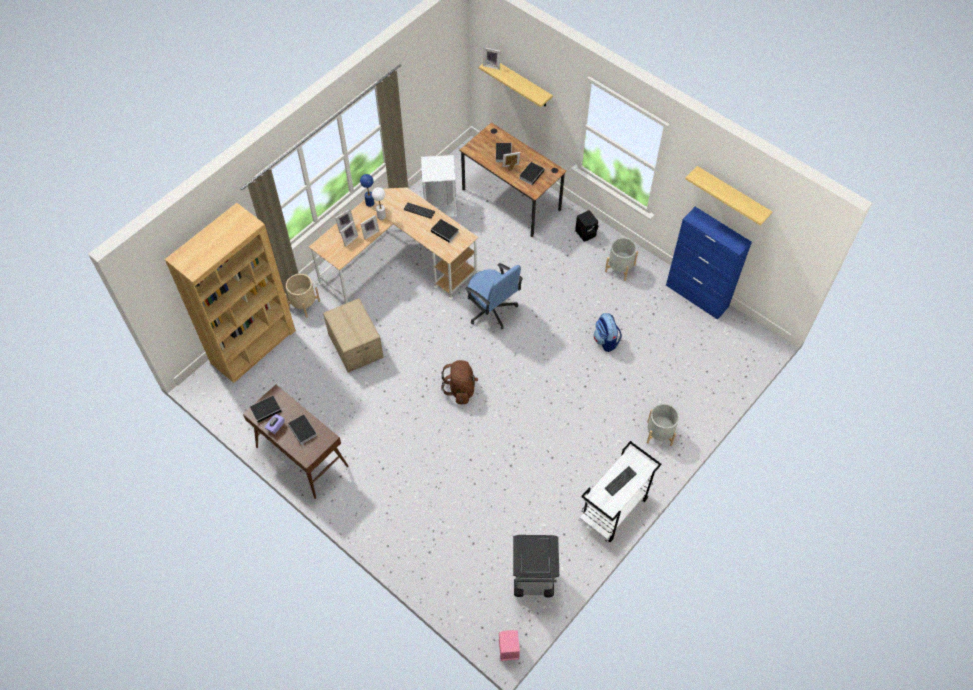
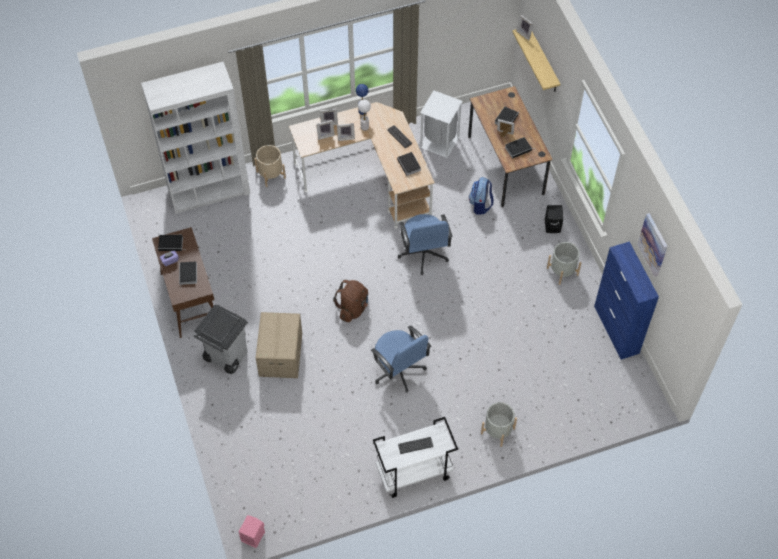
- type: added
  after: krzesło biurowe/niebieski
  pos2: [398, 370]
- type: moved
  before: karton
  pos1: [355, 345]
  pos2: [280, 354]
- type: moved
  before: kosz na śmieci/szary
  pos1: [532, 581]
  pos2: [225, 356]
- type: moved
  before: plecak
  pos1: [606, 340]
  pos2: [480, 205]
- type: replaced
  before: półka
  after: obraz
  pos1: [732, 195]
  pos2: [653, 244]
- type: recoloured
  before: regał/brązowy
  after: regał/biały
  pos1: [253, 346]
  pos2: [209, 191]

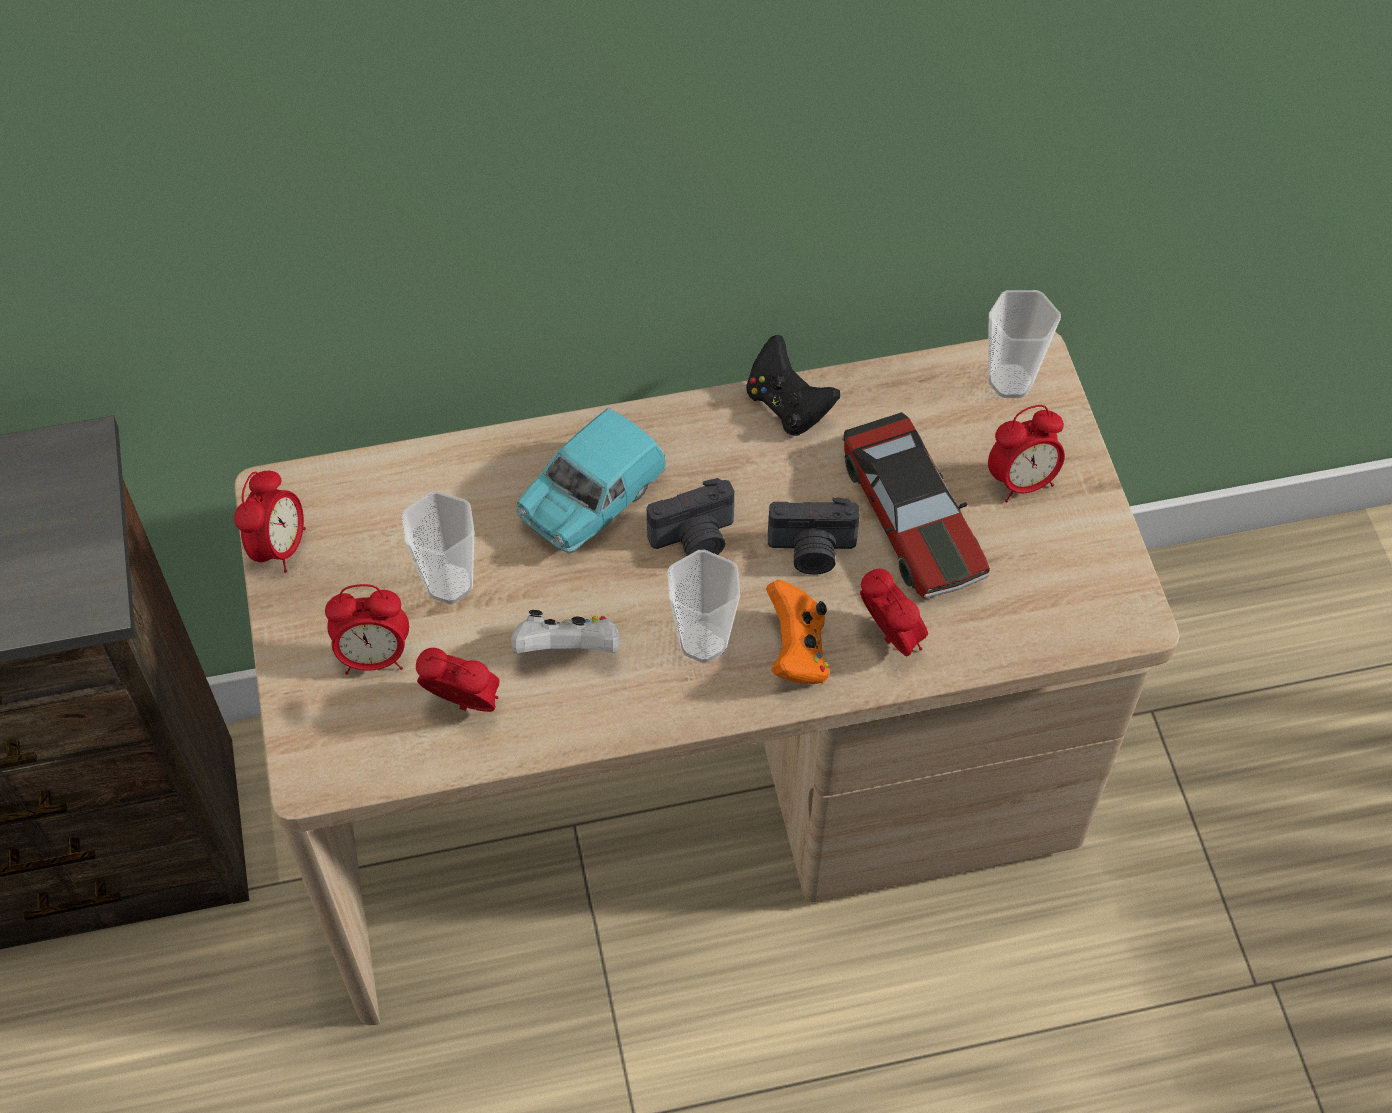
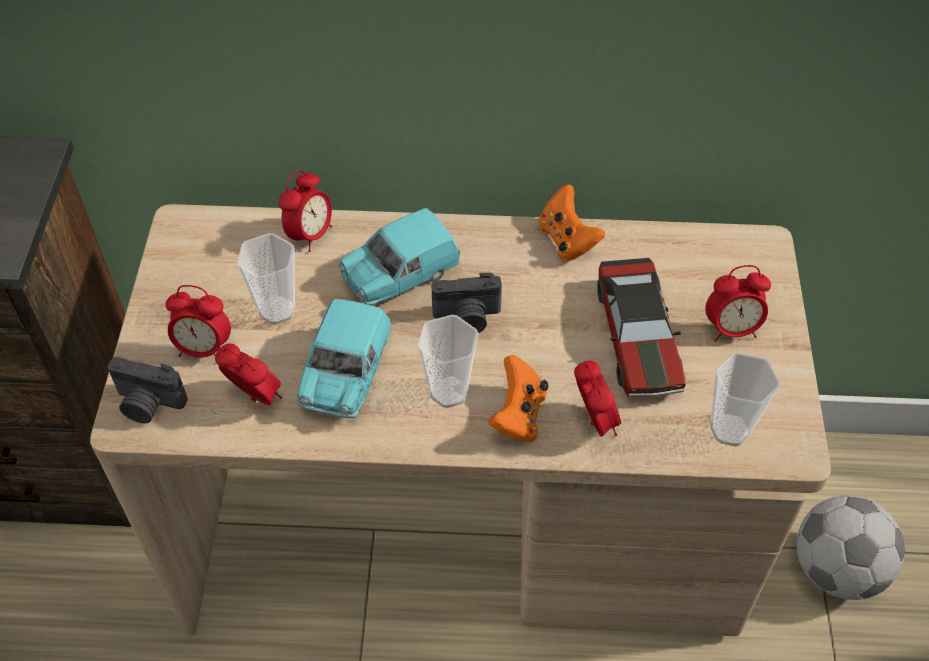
- type: added
  after: piłka futbolowa
  pos2: [836, 570]
- type: moved
  before: budzik
  pos1: [279, 547]
  pos2: [310, 235]
- type: moved
  before: aparat fotograficzny
  pos1: [812, 551]
  pos2: [148, 404]
- type: moved
  before: filiżanka
  pos1: [1010, 381]
  pos2: [729, 430]
- type: replaced
  before: pad do gier/biały
  after: samochodzik/turkusowy
  pos1: [568, 650]
  pos2: [346, 375]
- type: recoloured
  before: pad do gier/czarny
  after: pad do gier/pomarańczowy
  pos1: [788, 405]
  pos2: [567, 240]

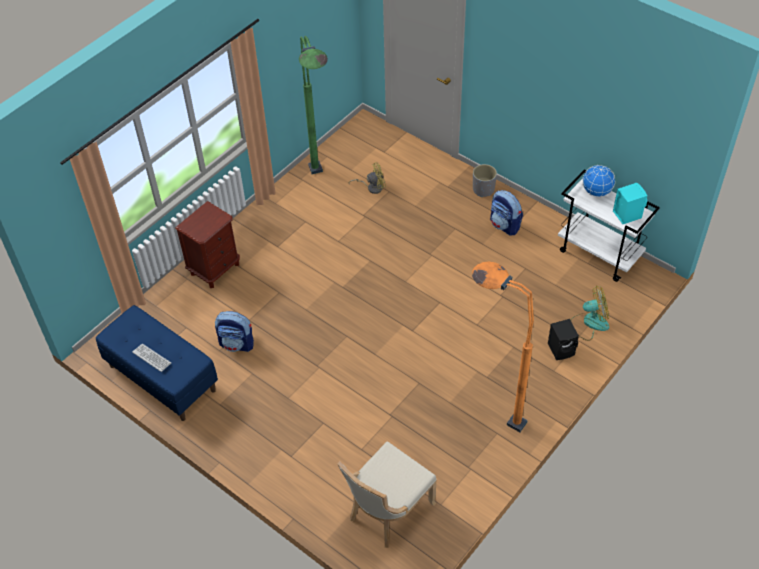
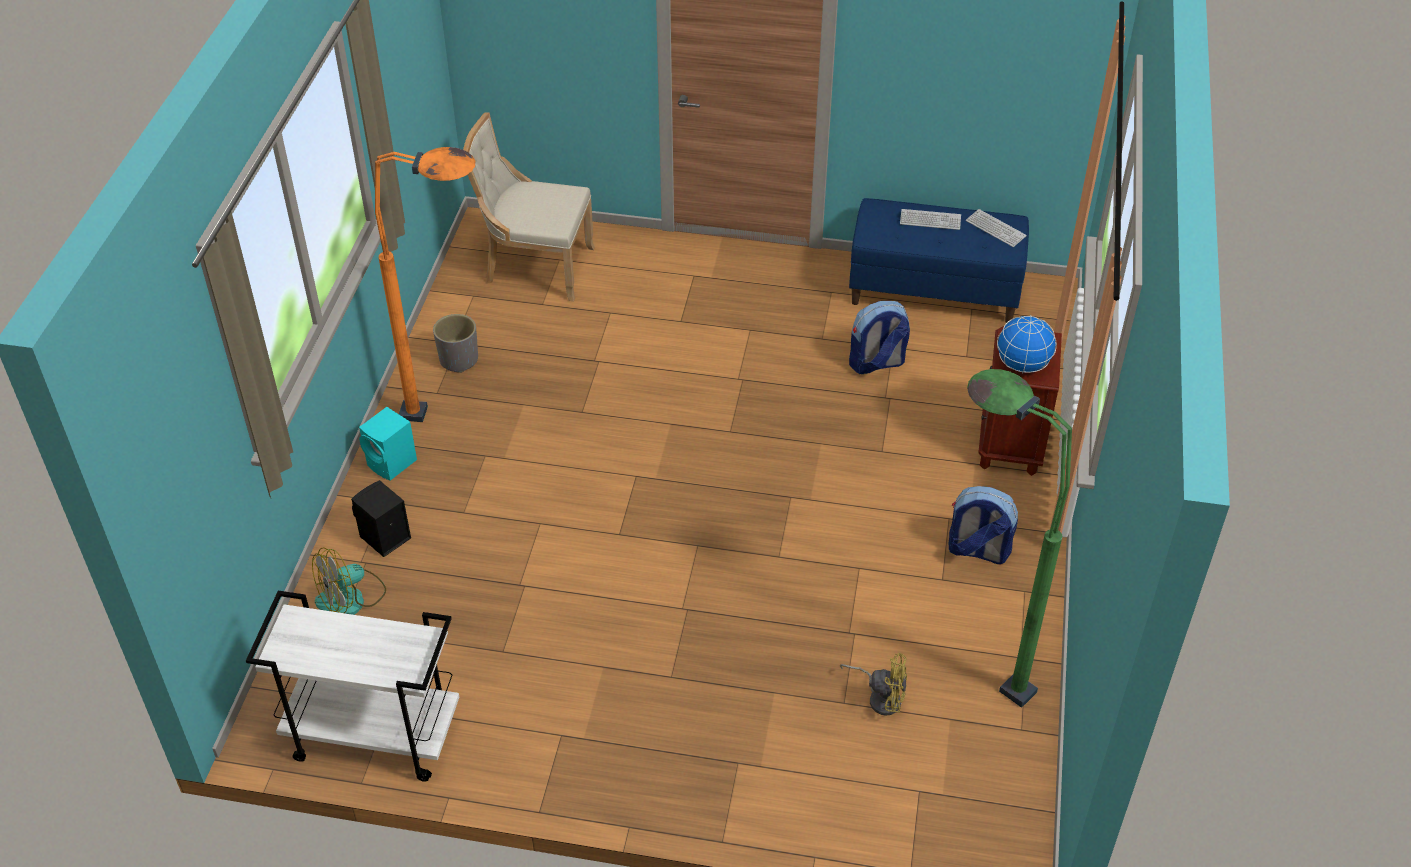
- type: added
  after: klawiatura
  pos2: [995, 229]
- type: moved
  before: donica/szary
  pos1: [483, 190]
  pos2: [459, 359]
- type: moved
  before: plecak
  pos1: [505, 225]
  pos2: [977, 551]
- type: moved
  before: globus
  pos1: [596, 192]
  pos2: [1022, 365]
- type: moved
  before: głośnik/turkusowy
  pos1: [627, 214]
  pos2: [392, 464]
- type: turned
  before: krzesło/beżowy
  pos1: [387, 512]
  pos2: [535, 267]
  turn: -90
- type: turned
  before: wentylator/żółty
  pos1: [372, 187]
  pos2: [881, 697]
  turn: -120

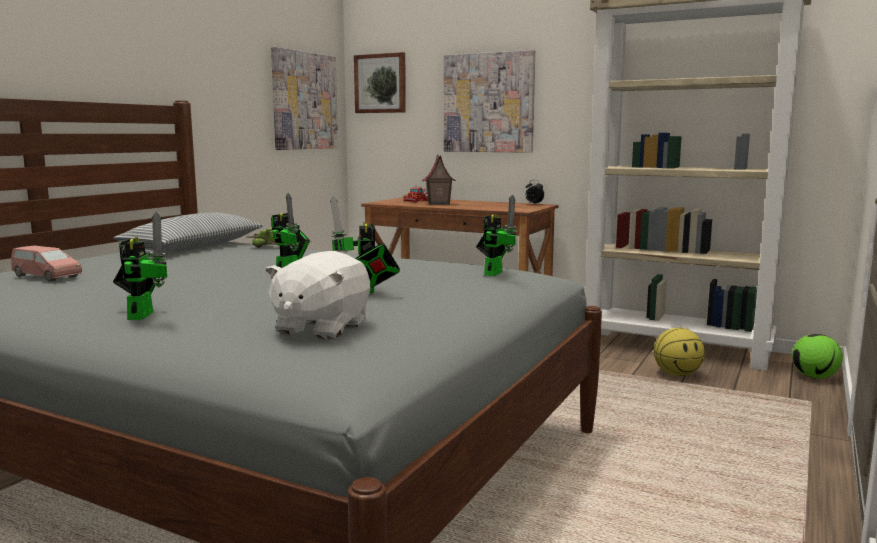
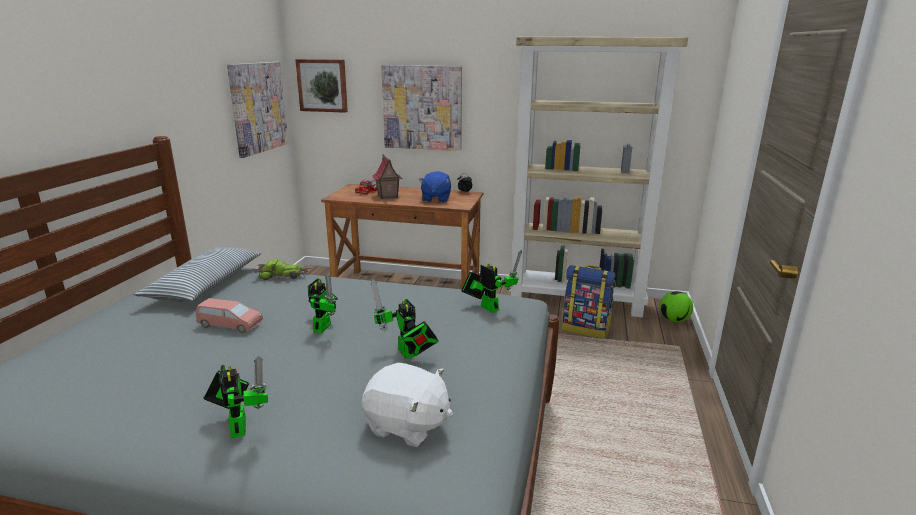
- type: added
  after: pluszak/niebieski
  pos2: [435, 199]
- type: moved
  before: samochodzik/różowy
  pos1: [46, 276]
  pos2: [230, 325]
- type: replaced
  before: piłka do koszykówki
  after: plecak
  pos1: [677, 374]
  pos2: [586, 329]
- type: turned
  before: pluszak/biały
  pos1: [321, 328]
  pos2: [407, 426]
  turn: -75
- type: turned
  before: robot zabawkowy
  pos1: [494, 273]
  pos2: [487, 307]
  turn: -45

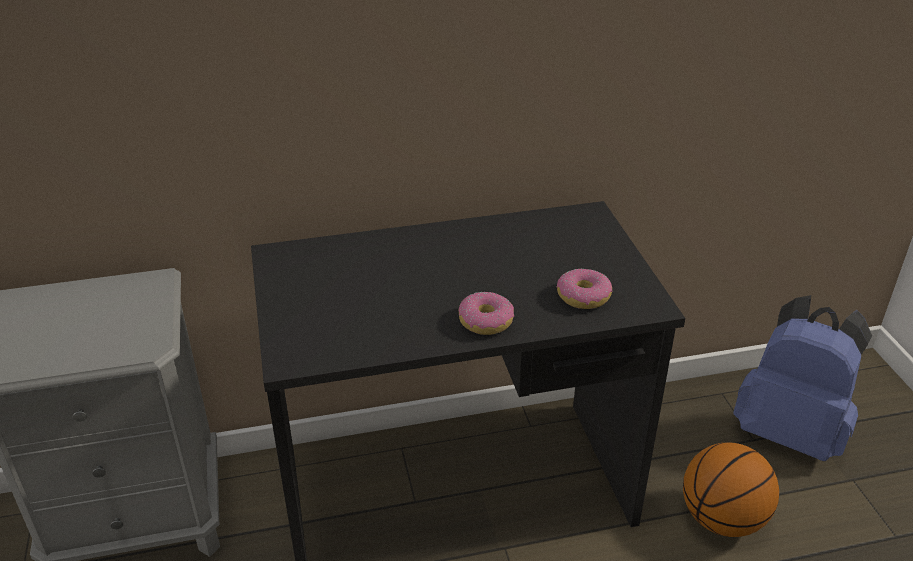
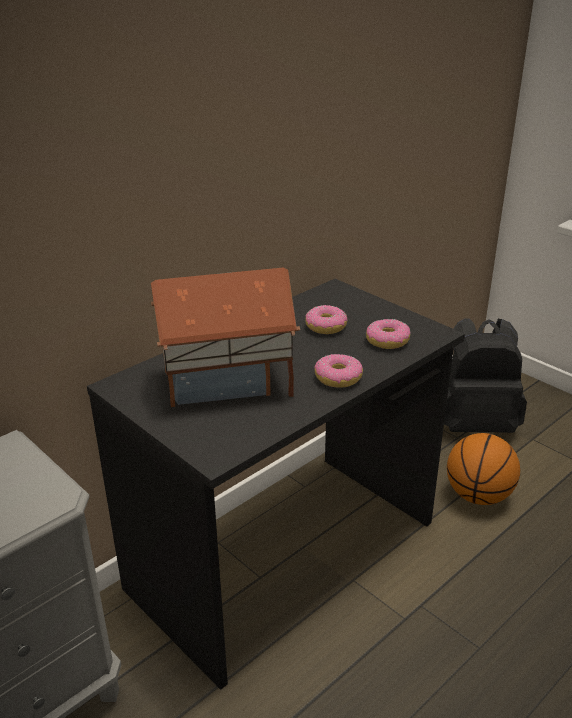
- type: added
  after: domek
  pos2: [227, 384]
- type: added
  after: donut
  pos2: [326, 326]
- type: recoloured
  before: plecak/niebieski
  after: plecak/czarny
  pos1: [790, 432]
  pos2: [475, 424]

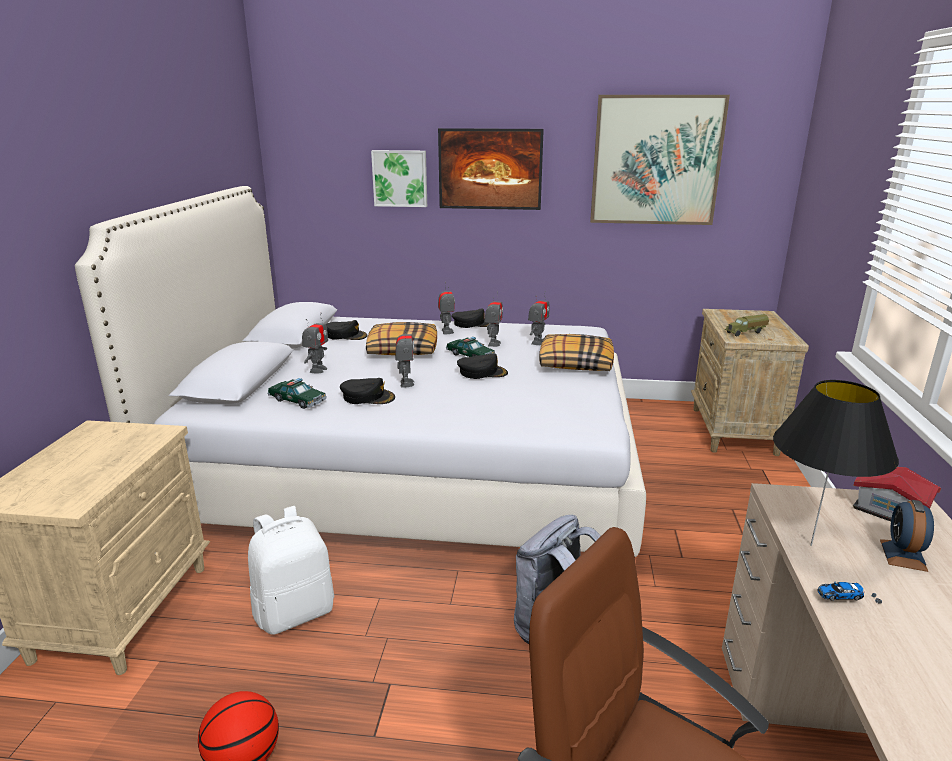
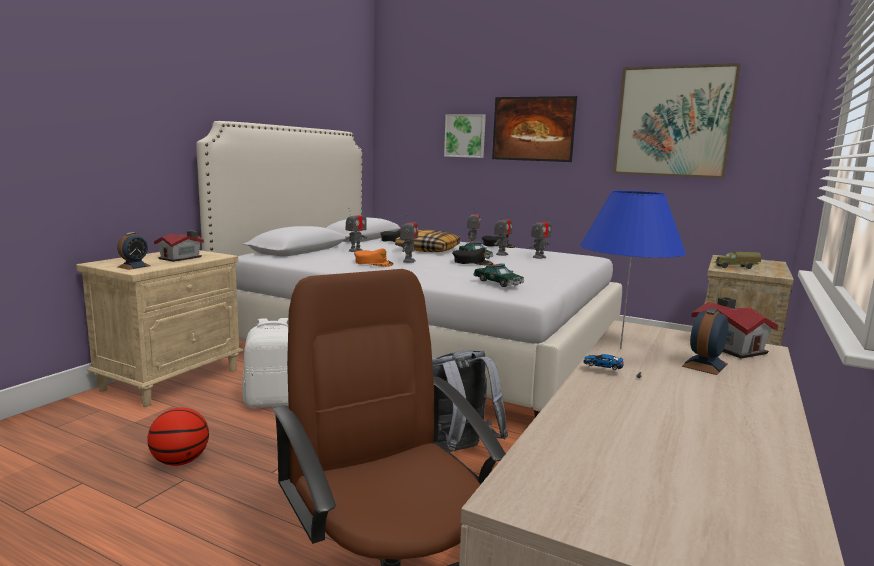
- type: removed
  before: poduszka
  pos1: [575, 363]
- type: added
  after: budzik
  pos2: [134, 266]
- type: added
  after: domek
  pos2: [182, 258]
- type: moved
  before: samochodzik
  pos1: [297, 401]
  pos2: [498, 282]
- type: recoloured
  before: czapka z daszkiem/czarny
  after: czapka z daszkiem/pomarańczowy
  pos1: [368, 397]
  pos2: [373, 263]
- type: recoloured
  before: lampa stołowa/czarny
  after: lampa stołowa/niebieski
  pos1: [810, 545]
  pos2: [620, 348]

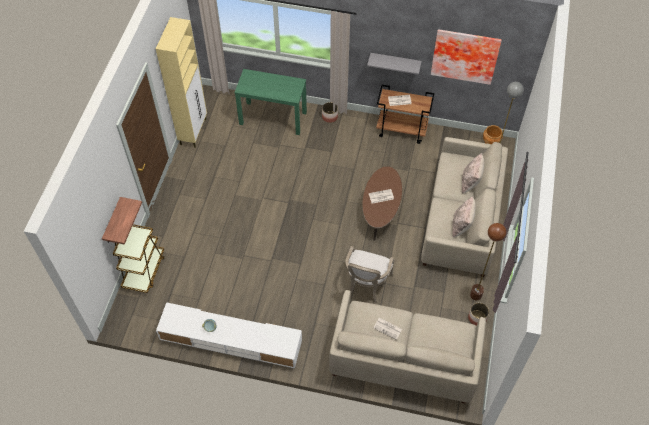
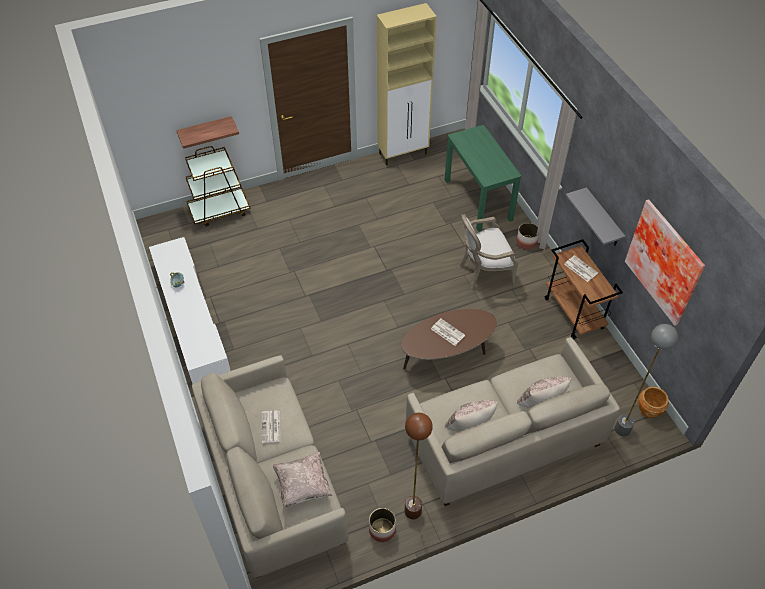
- type: added
  after: poduszka/beżowy
  pos2: [303, 486]
- type: moved
  before: fotel
  pos1: [366, 285]
  pos2: [483, 272]

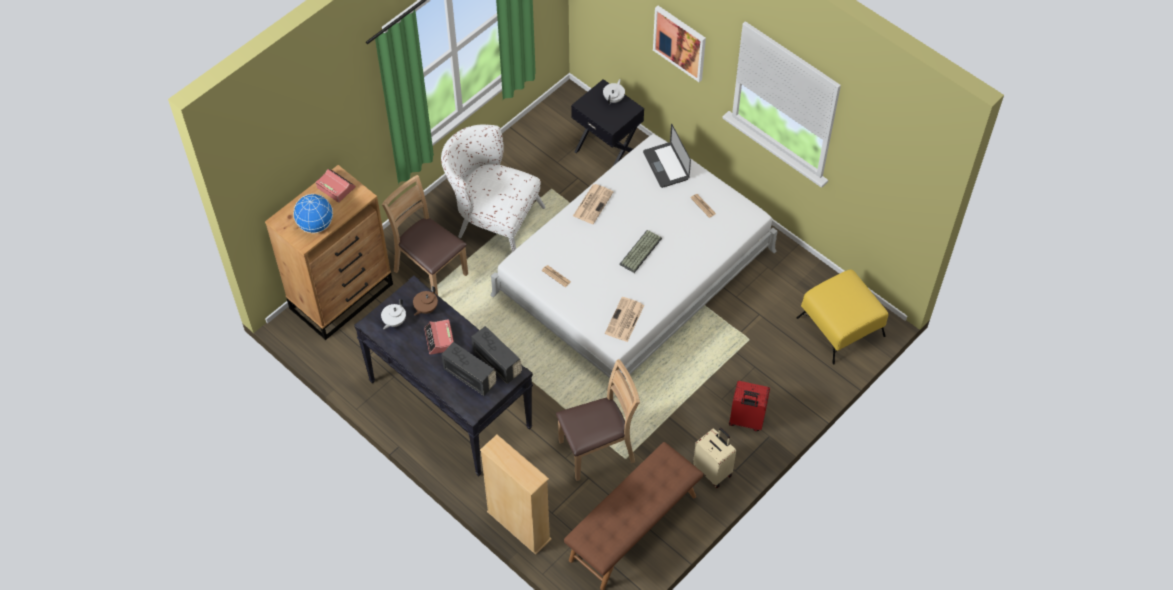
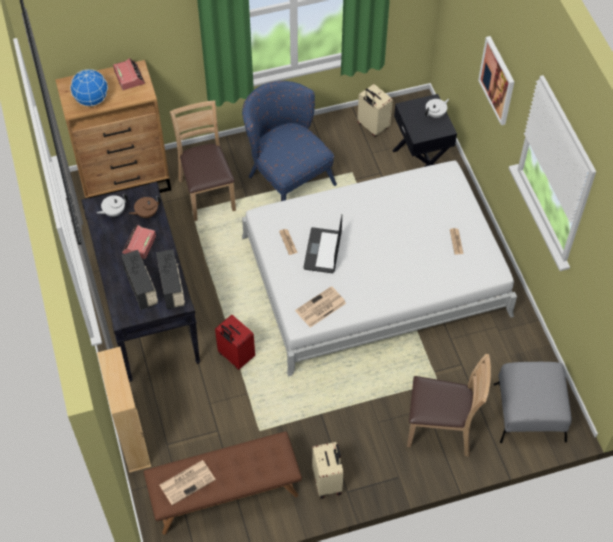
- type: removed
  before: klawiatura
  pos1: [641, 252]
- type: added
  after: walizka/beżowy
  pos2: [372, 126]
- type: moved
  before: krzesło/brązowy
  pos1: [597, 450]
  pos2: [441, 429]
- type: moved
  before: gazeta
  pos1: [593, 203]
  pos2: [188, 481]
- type: moved
  before: laptop
  pos1: [666, 165]
  pos2: [322, 251]
- type: moved
  before: walizka/czerwony
  pos1: [746, 421]
  pos2: [235, 356]
- type: recoloured
  before: fotel/biały
  after: fotel/niebieski
  pos1: [492, 219]
  pos2: [286, 175]
- type: recoloured
  before: pufa/żółty
  after: pufa/szary
  pos1: [840, 327]
  pos2: [529, 413]

